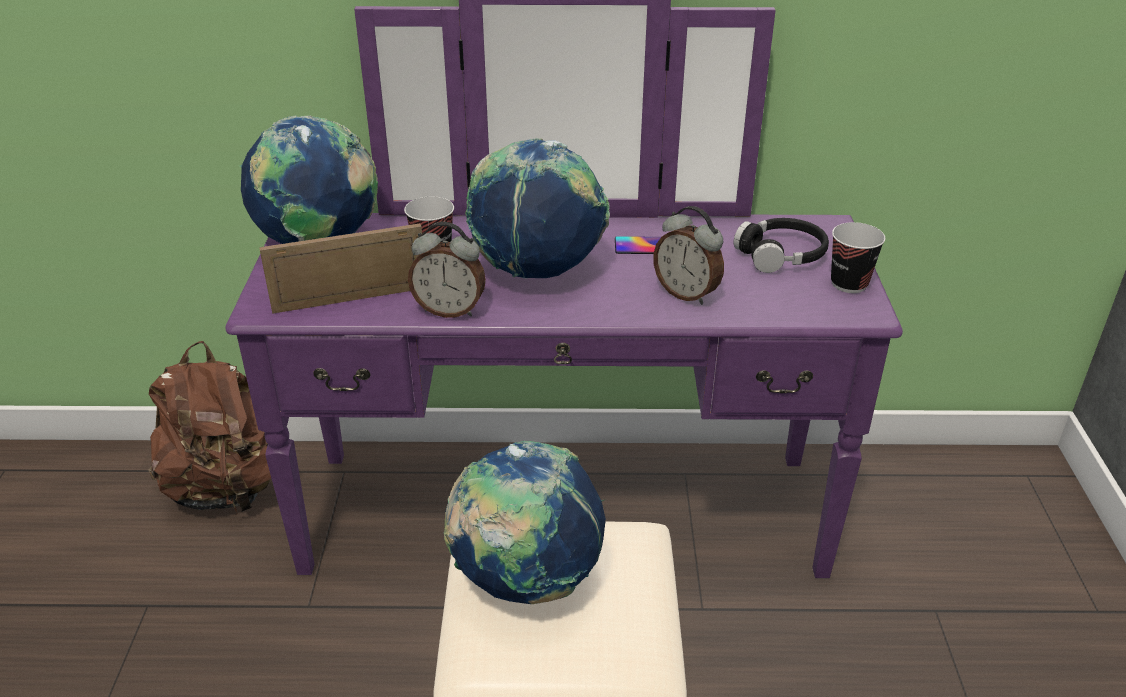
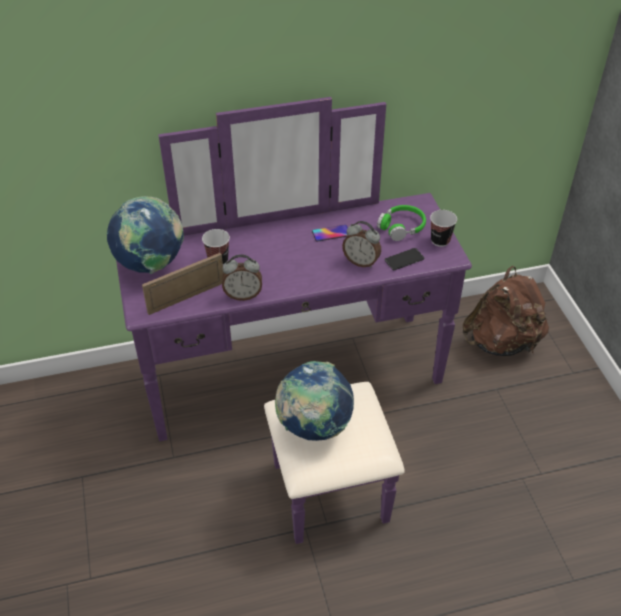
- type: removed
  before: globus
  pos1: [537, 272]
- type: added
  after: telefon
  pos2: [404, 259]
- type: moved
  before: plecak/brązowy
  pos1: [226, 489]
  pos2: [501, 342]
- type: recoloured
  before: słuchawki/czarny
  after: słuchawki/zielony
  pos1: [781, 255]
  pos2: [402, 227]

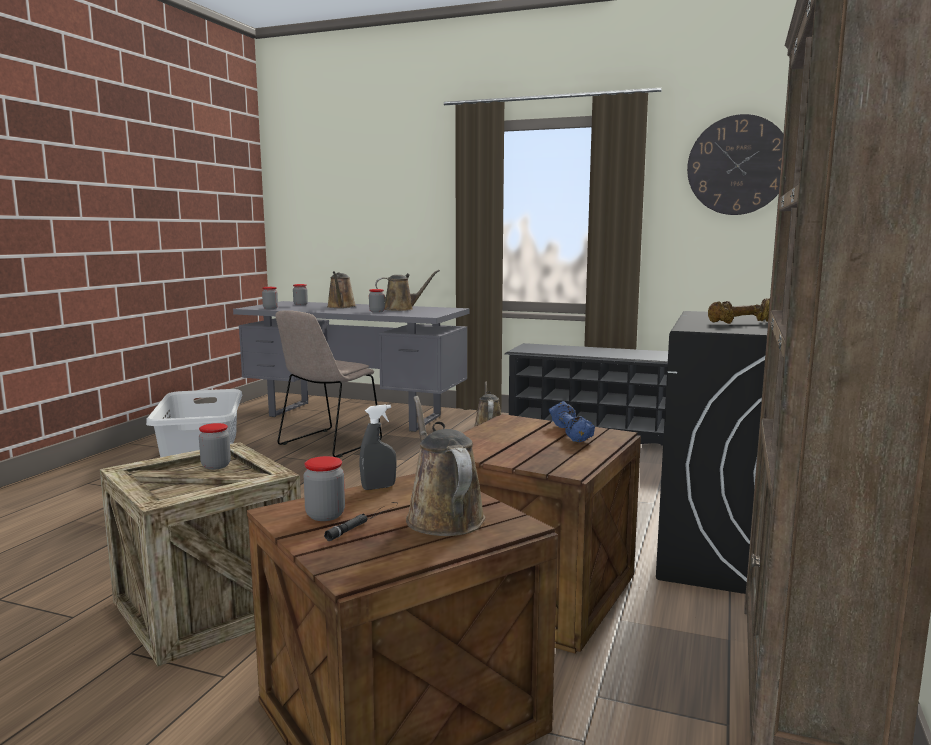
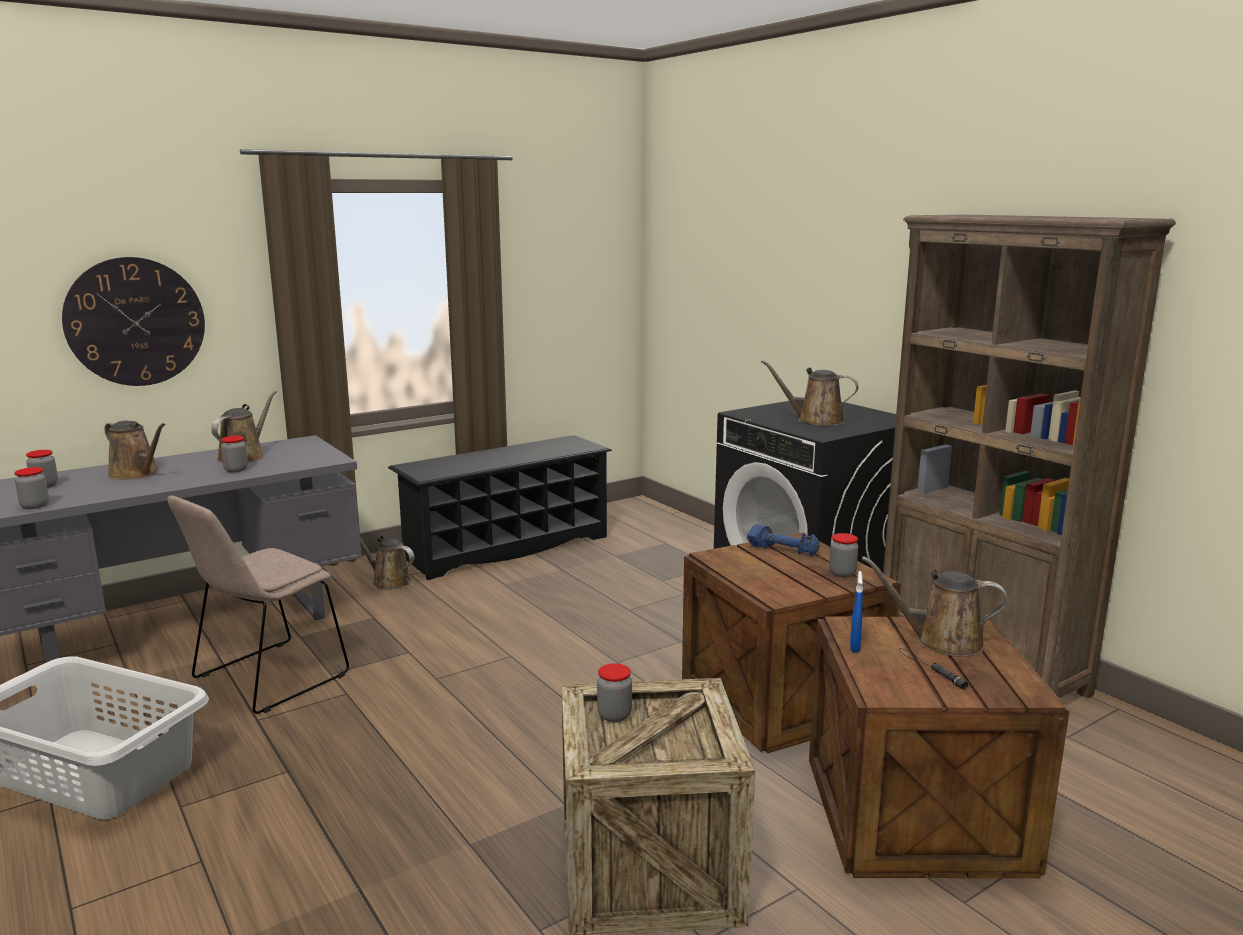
- type: moved
  before: słoik
  pos1: [325, 515]
  pos2: [842, 573]
- type: moved
  before: zegar ścienny
  pos1: [738, 165]
  pos2: [135, 322]
- type: replaced
  before: hantel/brązowy
  after: konewka/brązowy
  pos1: [744, 323]
  pos2: [815, 420]
- type: recoloured
  before: spryskiwacz/szary
  after: spryskiwacz/niebieski
  pos1: [378, 487]
  pos2: [854, 646]
- type: turned
  before: krzesło/beżowy
  pos1: [328, 444]
  pos2: [266, 679]
  turn: 60

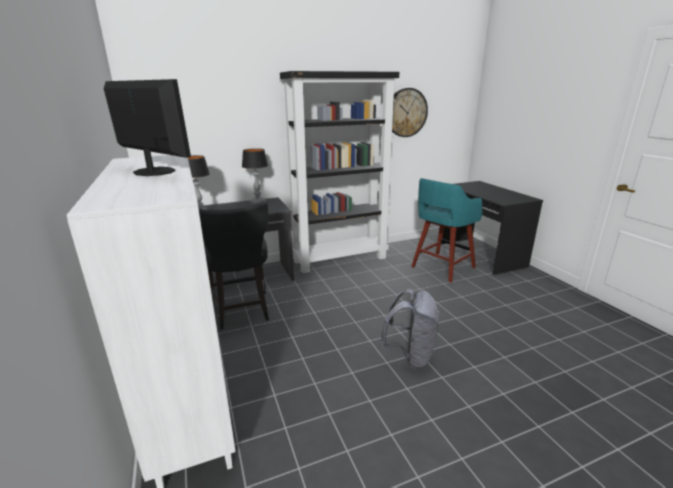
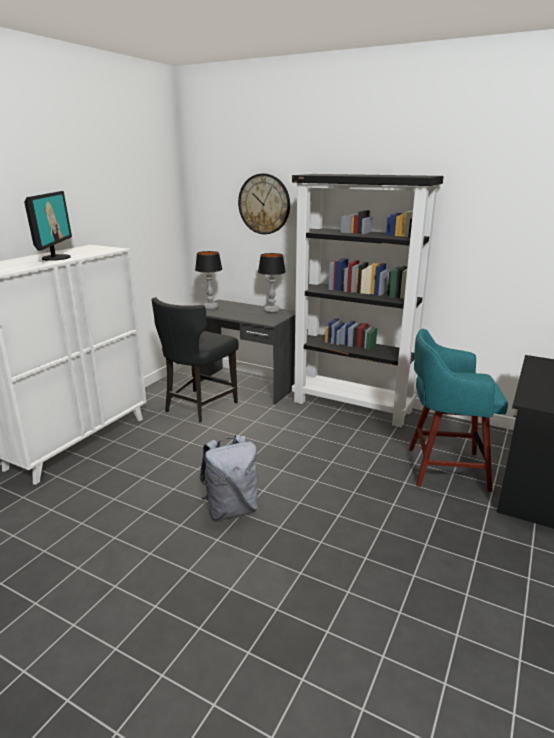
- type: moved
  before: zegar ścienny
  pos1: [406, 112]
  pos2: [264, 204]

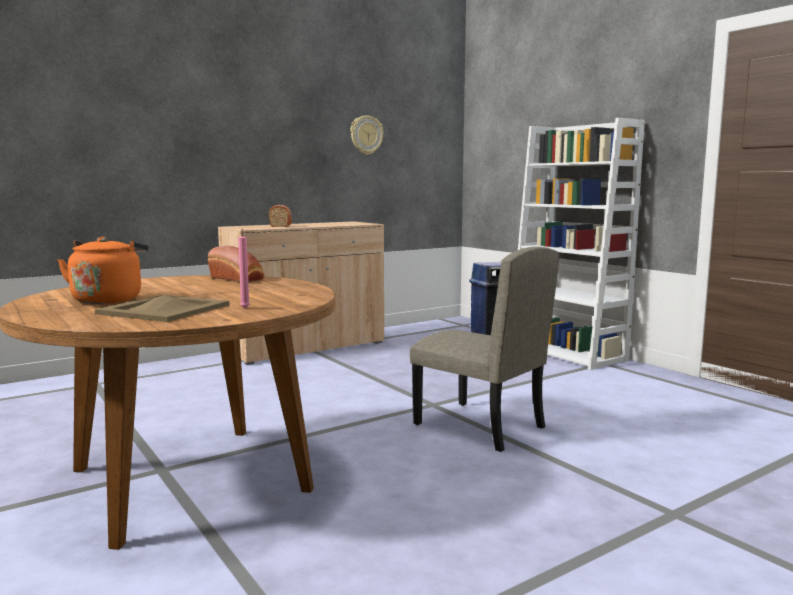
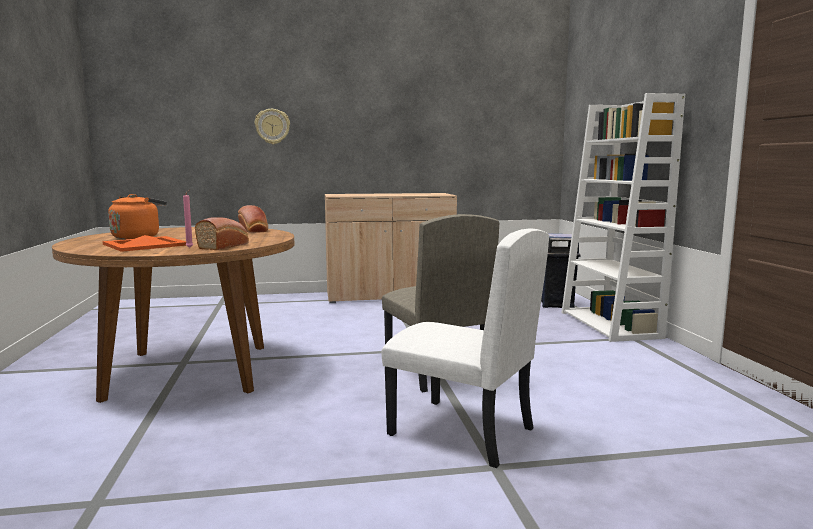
- type: added
  after: krzesło/biały
  pos2: [460, 432]
- type: moved
  before: chleb
  pos1: [281, 225]
  pos2: [225, 246]
- type: moved
  before: zegar ścienny
  pos1: [366, 135]
  pos2: [272, 126]
- type: recoloured
  before: taca/beżowy
  after: taca/pomarańczowy
  pos1: [165, 309]
  pos2: [146, 244]

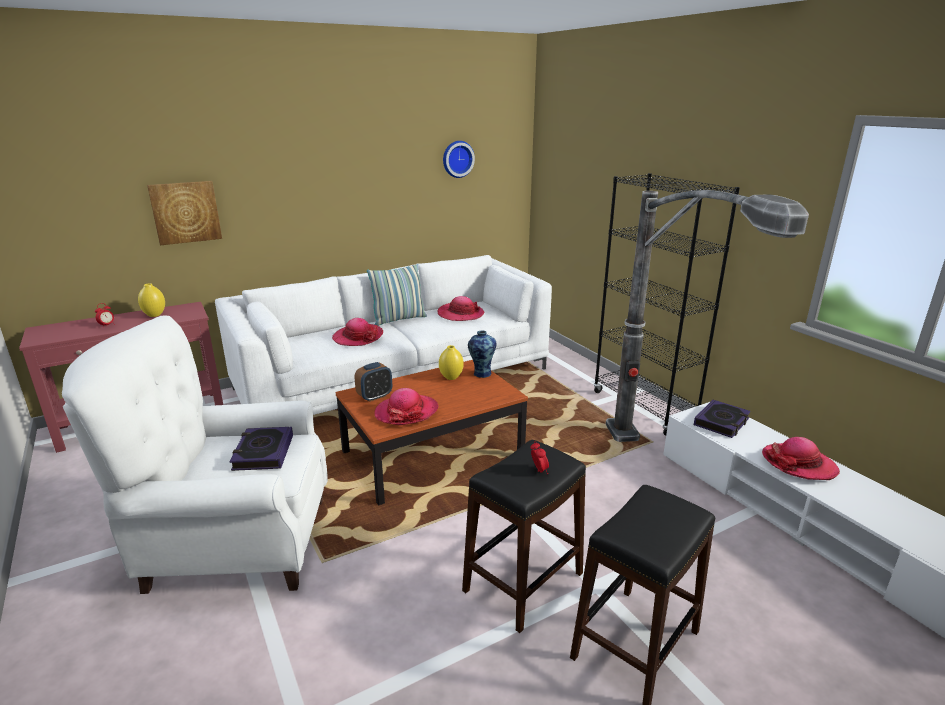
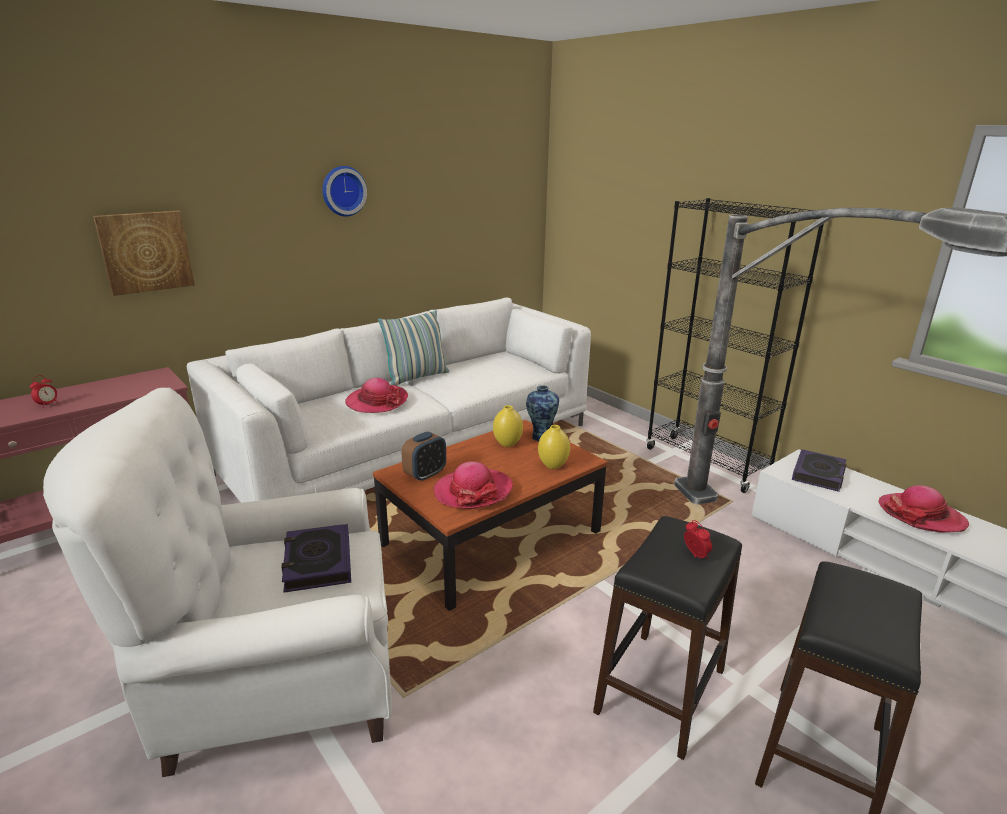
- type: removed
  before: kapelusz
  pos1: [460, 314]
- type: moved
  before: wazon/żółty
  pos1: [155, 315]
  pos2: [553, 465]
- type: moved
  before: zegar ścienny
  pos1: [457, 159]
  pos2: [343, 191]

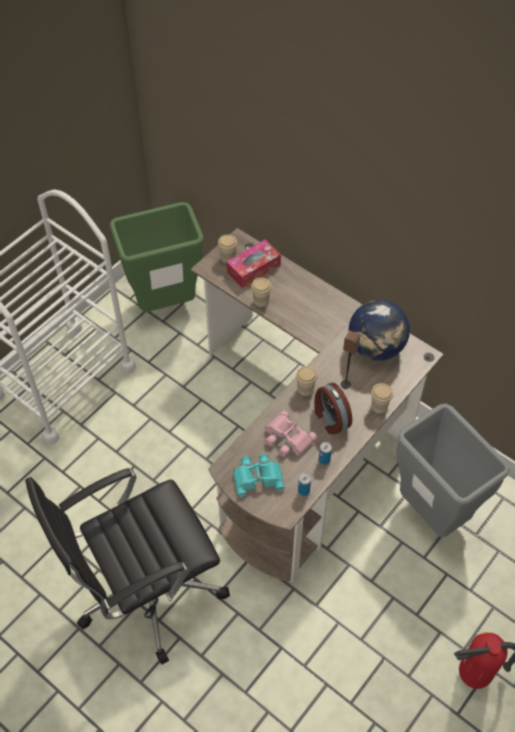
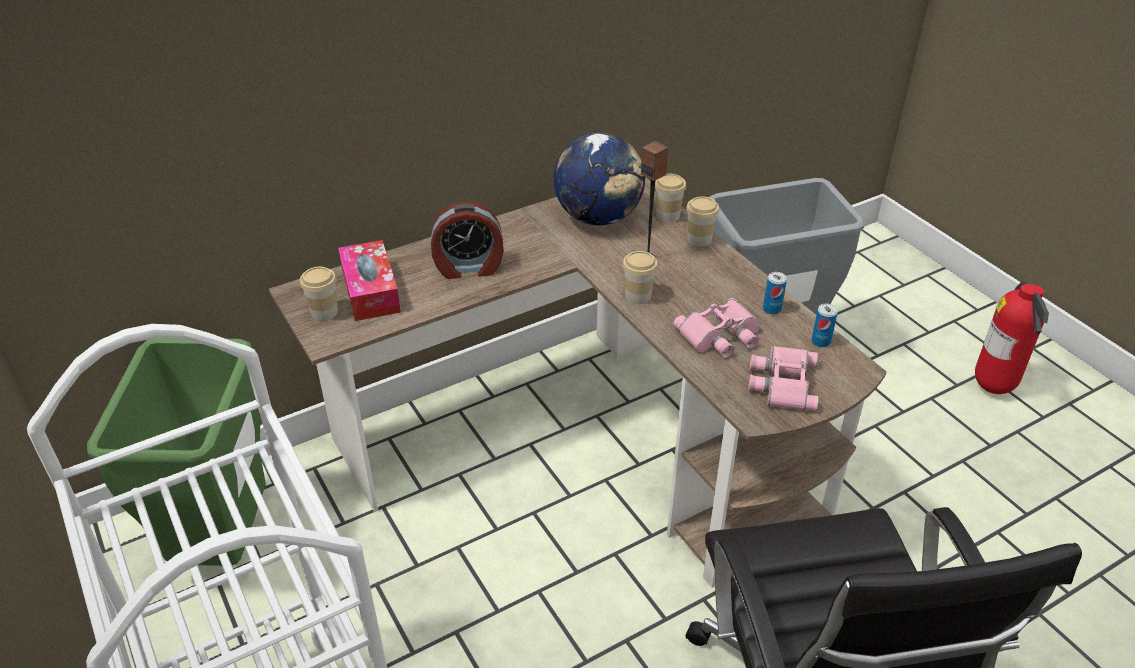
- type: moved
  before: filiżanka
  pos1: [261, 301]
  pos2: [668, 215]
- type: moved
  before: budzik
  pos1: [330, 419]
  pos2: [468, 268]
- type: recoloured
  before: lornetka/turkusowy
  after: lornetka/różowy
  pos1: [257, 476]
  pos2: [781, 382]

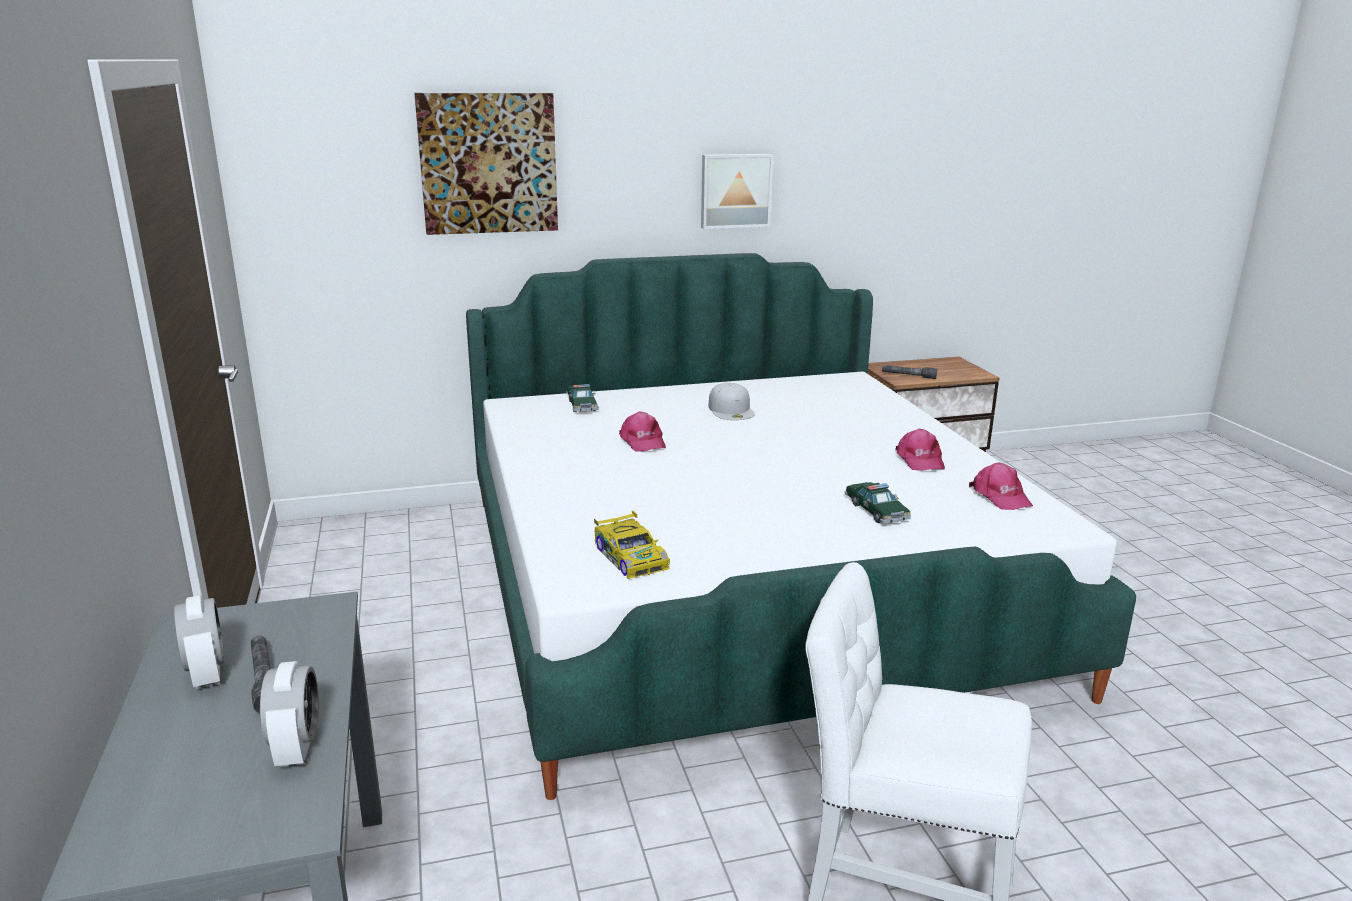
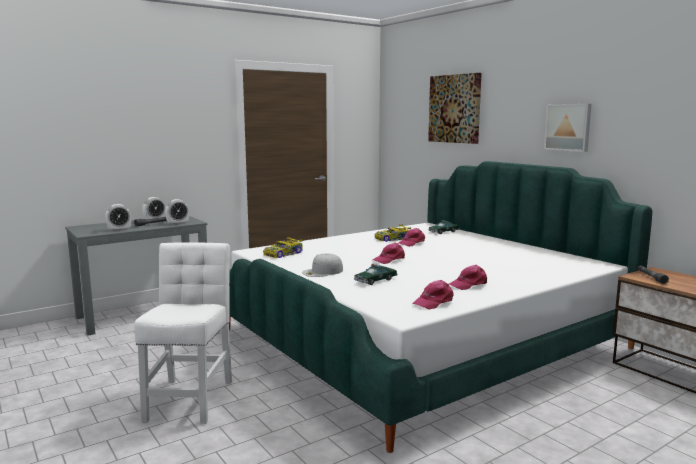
- type: added
  after: budzik
  pos2: [178, 223]
- type: added
  after: czapka z daszkiem/różowy
  pos2: [389, 259]
- type: added
  after: samochodzik
  pos2: [393, 238]
- type: moved
  before: czapka z daszkiem/biały
  pos1: [731, 410]
  pos2: [322, 272]

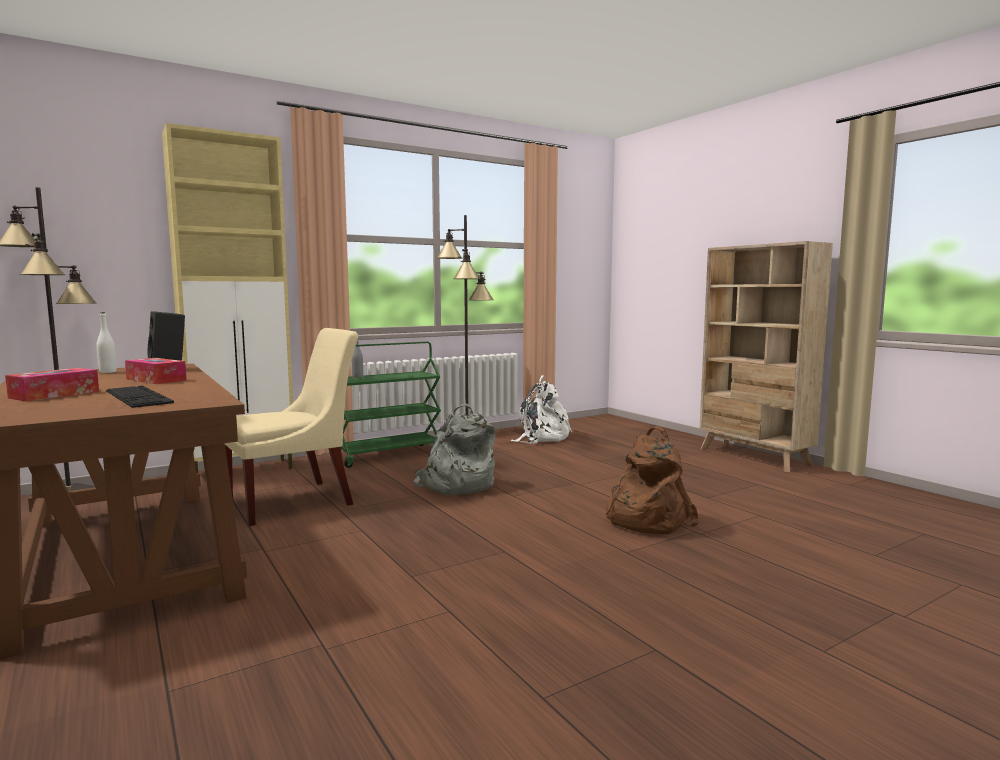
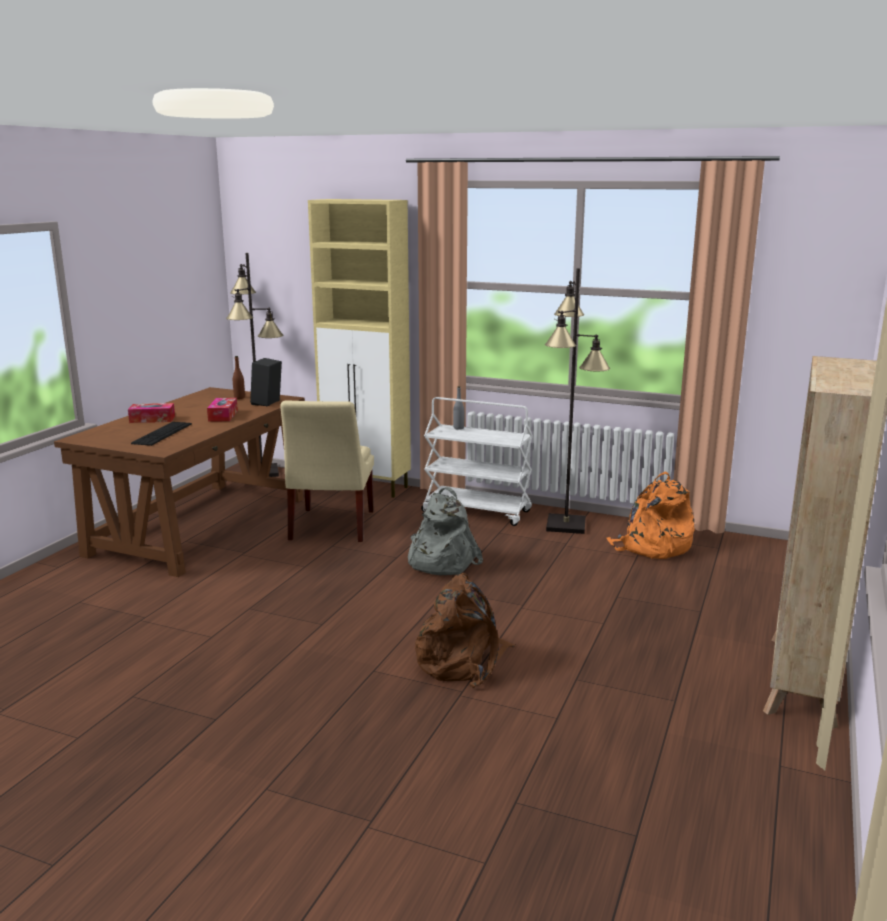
- type: recoloured
  before: butelka/biały
  after: butelka/brązowy
  pos1: [108, 372]
  pos2: [239, 398]
- type: recoloured
  before: wózek/zielony
  after: wózek/biały
  pos1: [388, 455]
  pos2: [477, 511]
- type: recoloured
  before: plecak/biały
  after: plecak/pomarańczowy
  pos1: [541, 437]
  pos2: [652, 547]
- type: turned
  before: krzesło/beżowy
  pos1: [295, 501]
  pos2: [331, 527]
  turn: 75

